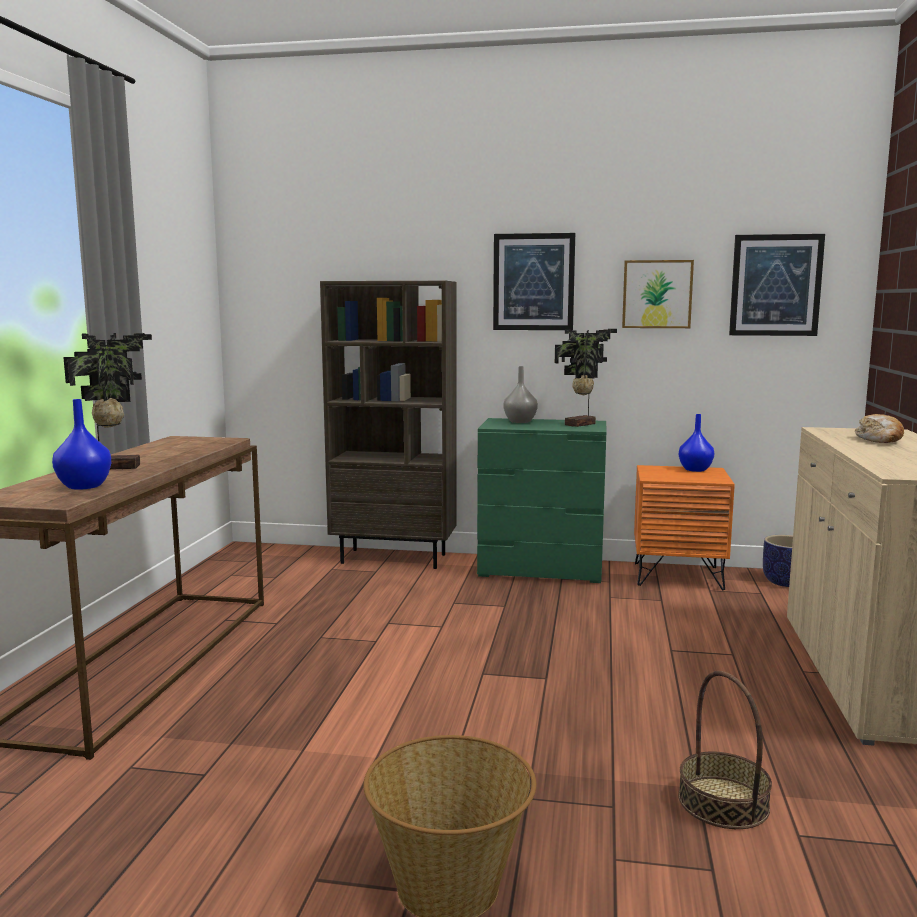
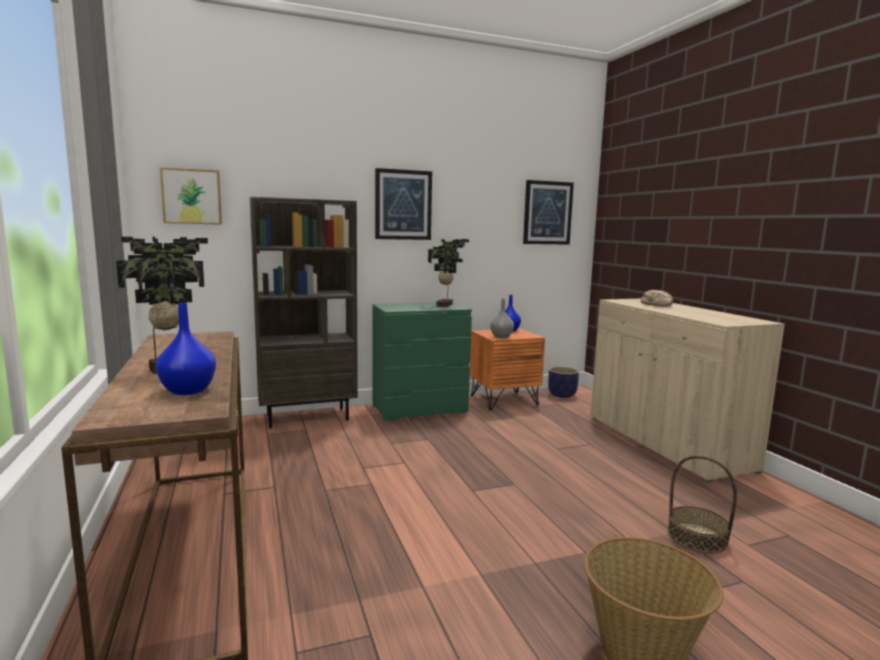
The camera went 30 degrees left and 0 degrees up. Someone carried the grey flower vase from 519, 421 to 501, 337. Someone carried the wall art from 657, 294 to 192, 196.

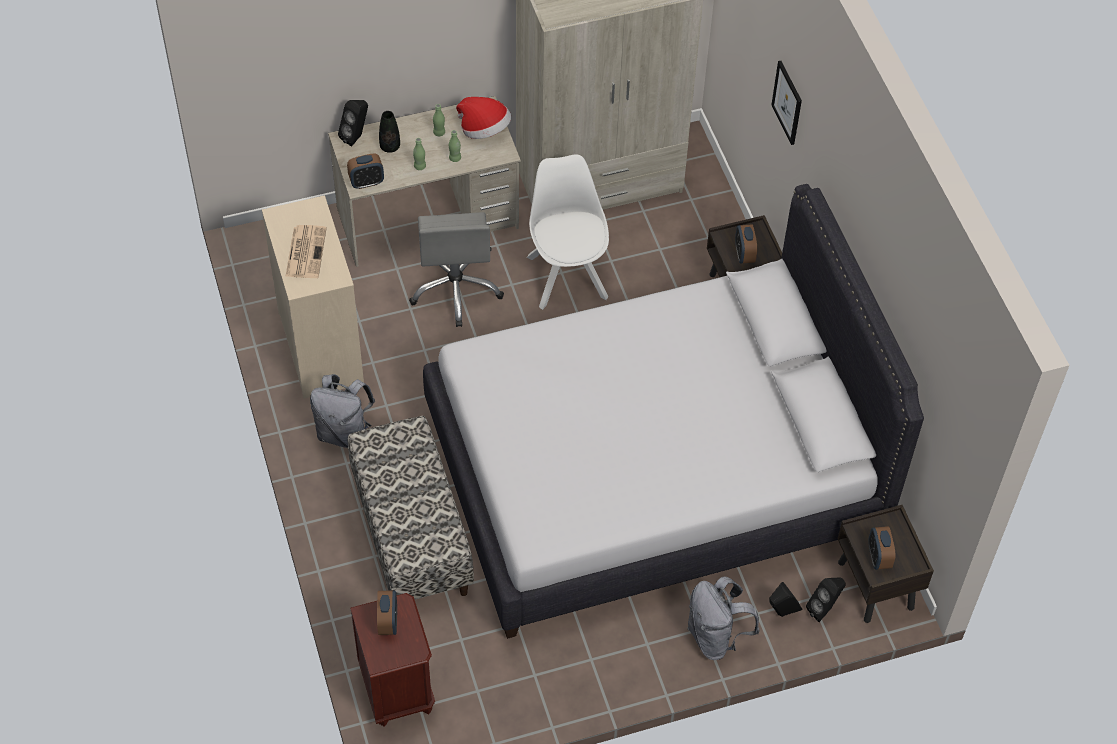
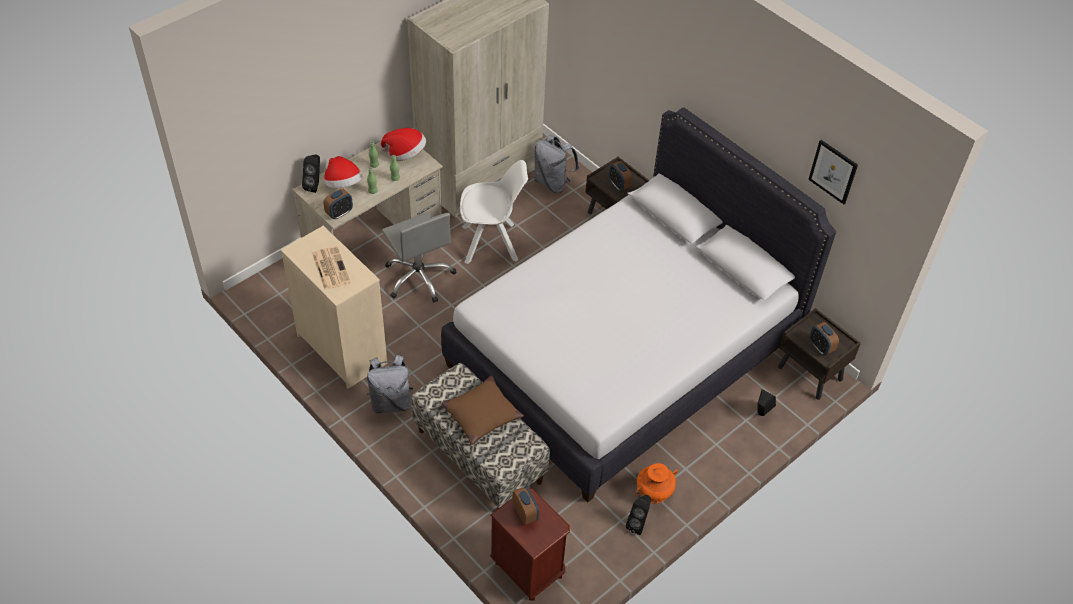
The camera went 25 degrees left and 5 degrees down. Someone swapped the blackish flower vase at 390, 147 for the wearable hat at 343, 185. Someone rotated the white upright chair at 566, 274 by 120 degrees clockwise. Someone carried the grey knapsack from 716, 637 to 553, 183. Someone carried the wall art from 787, 102 to 833, 171. Someone carried the blackish speaker from 824, 609 to 638, 523. Someone put down the brown-coloured cushion at 481, 414. Someone put down the orangey flower vase at 654, 492.

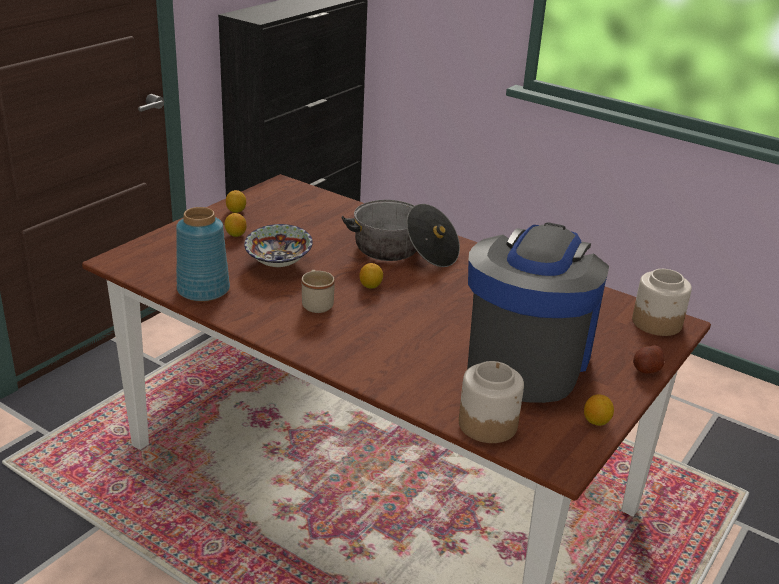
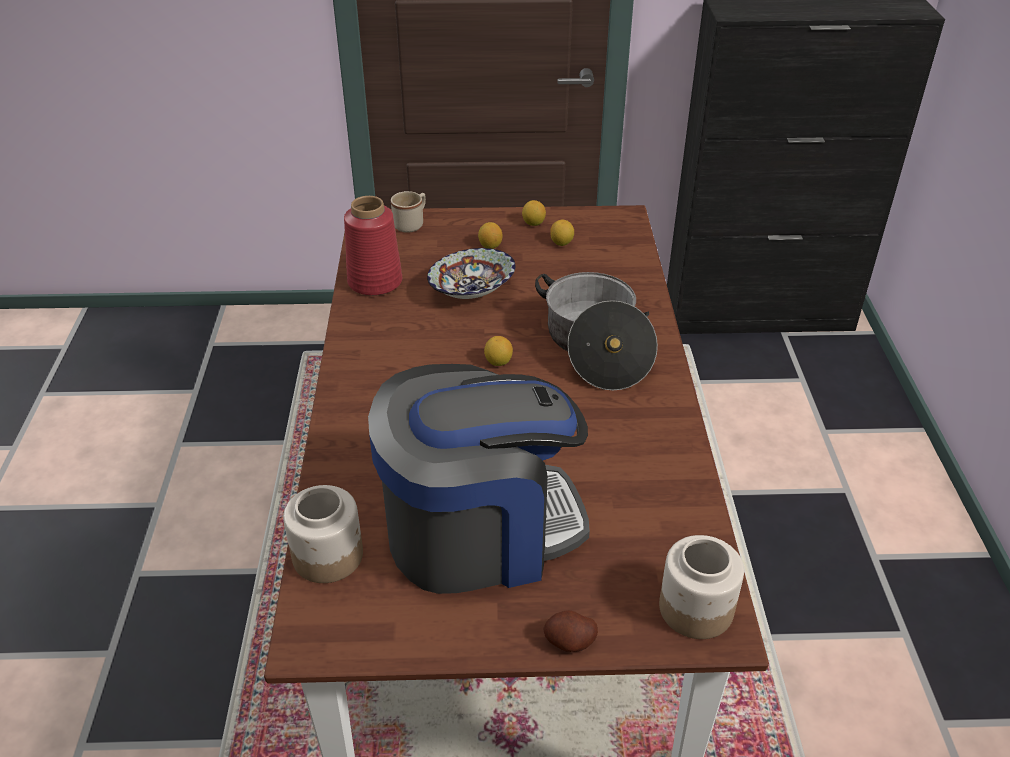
The camera went 55 degrees right and 10 degrees up. Someone repainted the blue-coloured flower vase at 203, 289, which became the red flower vase at 376, 281. Someone carried the beige-coloured coffee mug from 316, 303 to 411, 224. Someone carried the whole lemon from 596, 421 to 561, 243.

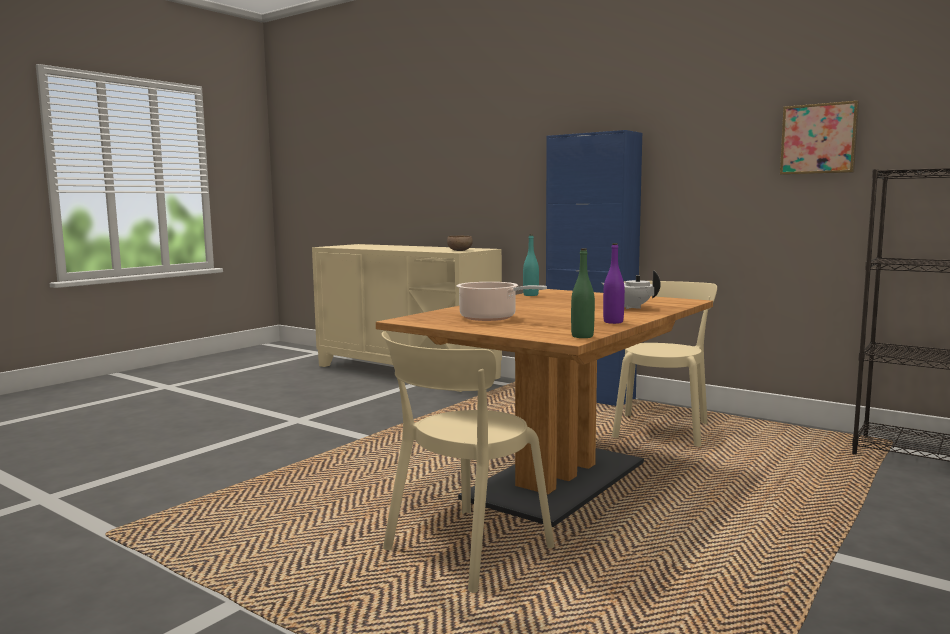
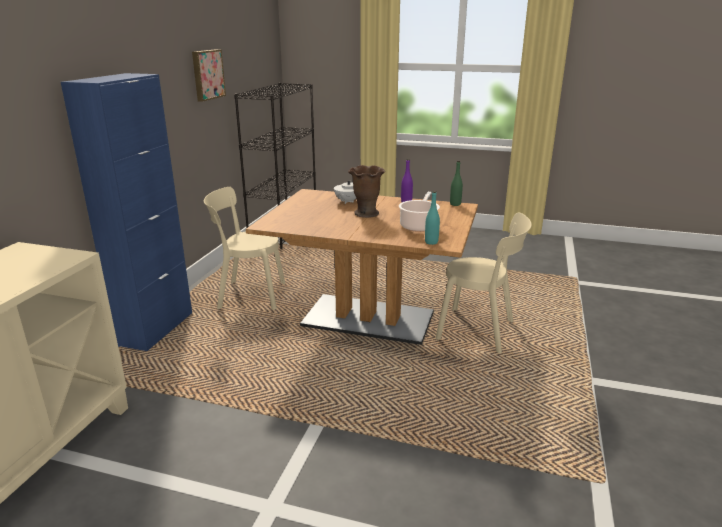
The camera went 110 degrees left and 15 degrees up. Someone took away the brown-coloured deep dish at 460, 251. Someone carried the blue-green beverage bottle from 530, 295 to 431, 242. Someone put down the brown-coloured flower vase at 366, 213.

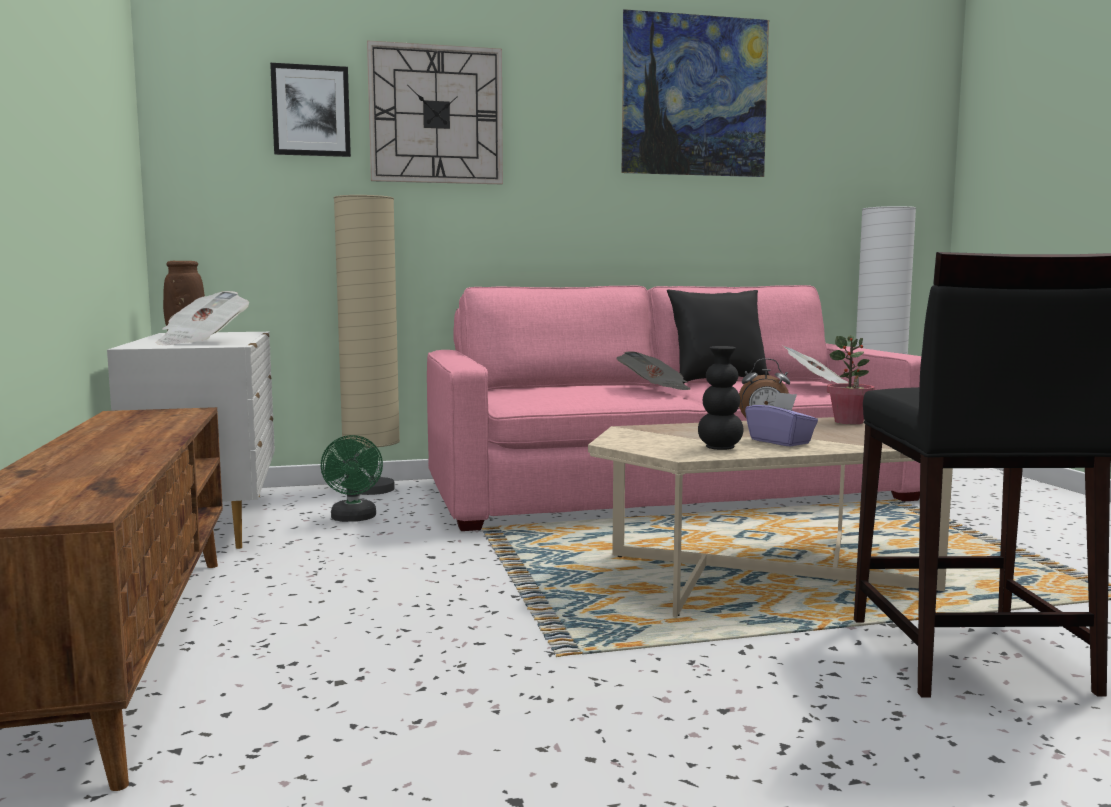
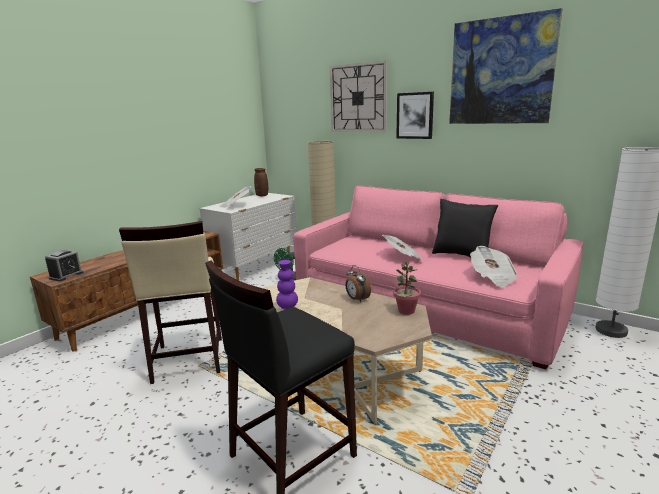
The camera went 50 degrees right and 10 degrees up. Someone carried the wall art from 311, 111 to 415, 115. Someone repainted the blackish flower vase at 720, 448, which became the purplish flower vase at 287, 307. Someone took away the purplish tissue holder at 780, 441. Someone put down the bedside clock at 66, 275. Someone put down the beige-coloured stool at 188, 360.

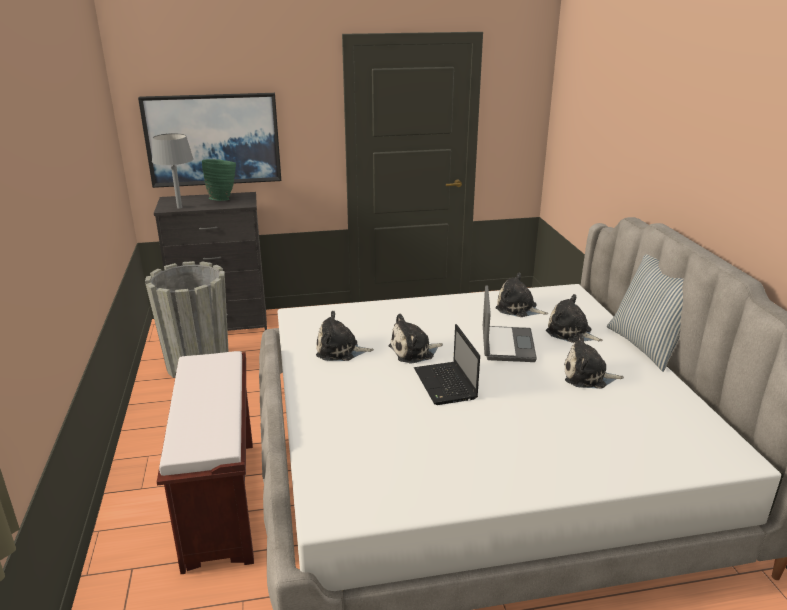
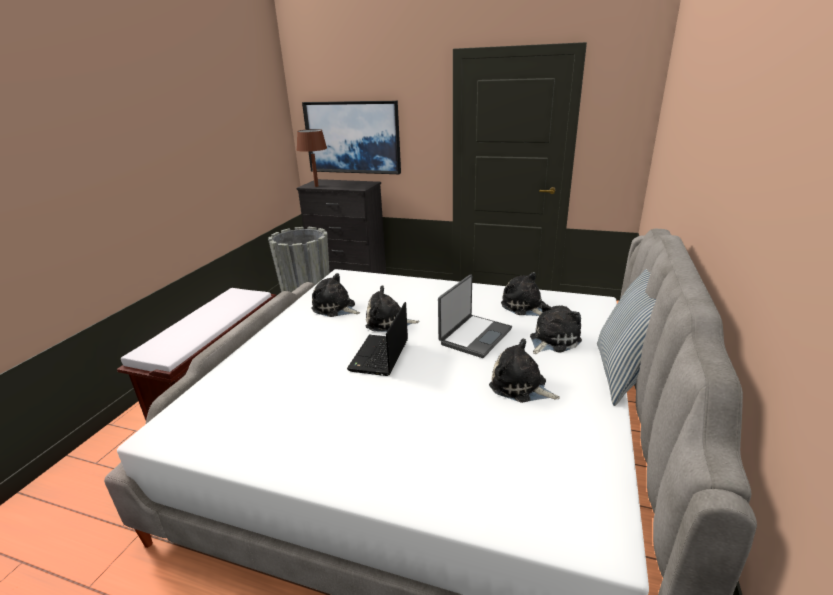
The camera went 30 degrees right and 0 degrees up. Someone repainted the grey tabletop lamp at 179, 207, which became the brown-coloured tabletop lamp at 316, 186. Someone took away the greenish flower vase at 223, 199. Someone rotated the cuddly toy at 571, 333 by 75 degrees clockwise.

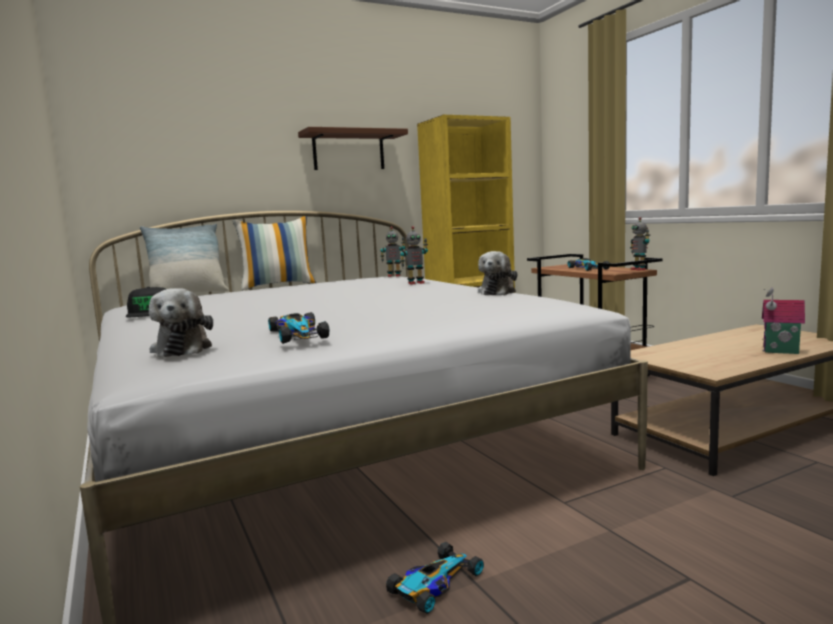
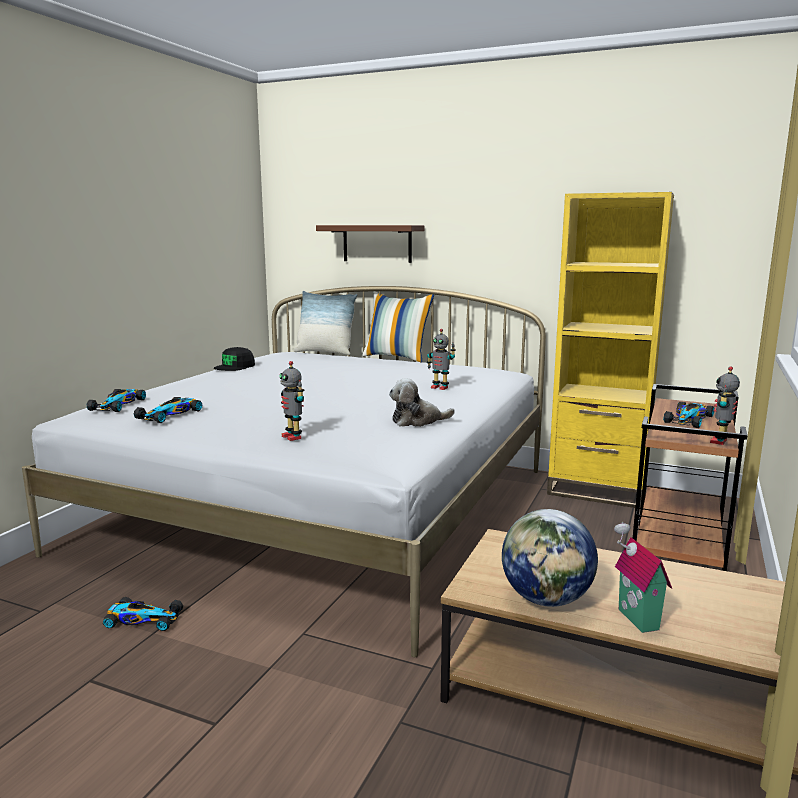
The camera went 50 degrees right and 5 degrees up. Someone swapped the cuddly toy at 183, 348 for the model car at 118, 405. Someone carried the brown-coloured shelf from 348, 151 to 377, 243. Someone carried the robot figure from 394, 276 to 293, 437. Someone put down the world globe at 546, 599.

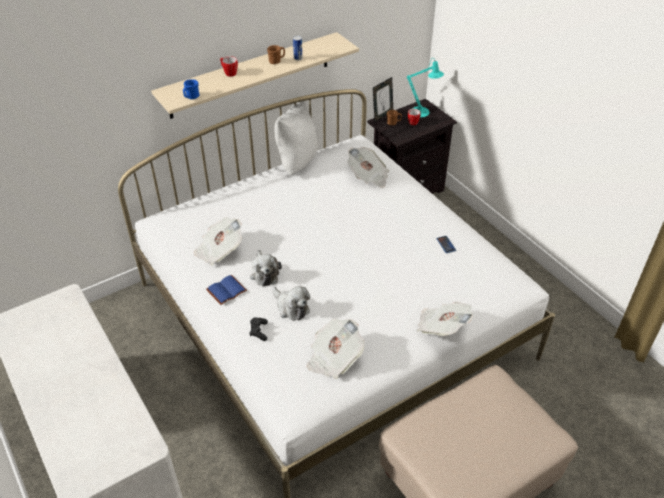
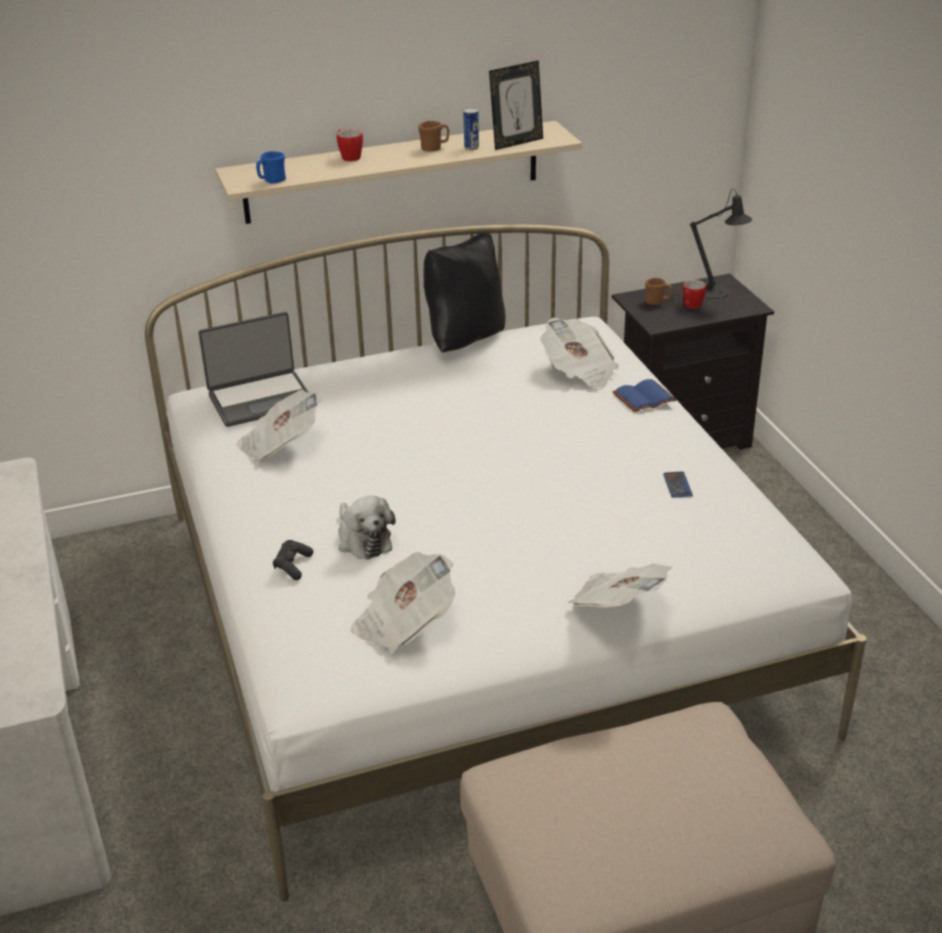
The camera went 15 degrees right and 10 degrees down. Someone carried the blue-coloured book from 226, 290 to 644, 397. Someone took away the cuddly toy at 264, 273. Someone repainted the white cushion at 296, 162, which became the blackish cushion at 464, 339. Someone carried the standing frame from 382, 116 to 516, 142. Someone repainted the blue-green tabletop lamp at 422, 112, which became the blackish tabletop lamp at 716, 292. Someone put down the notebook computer at 260, 399.

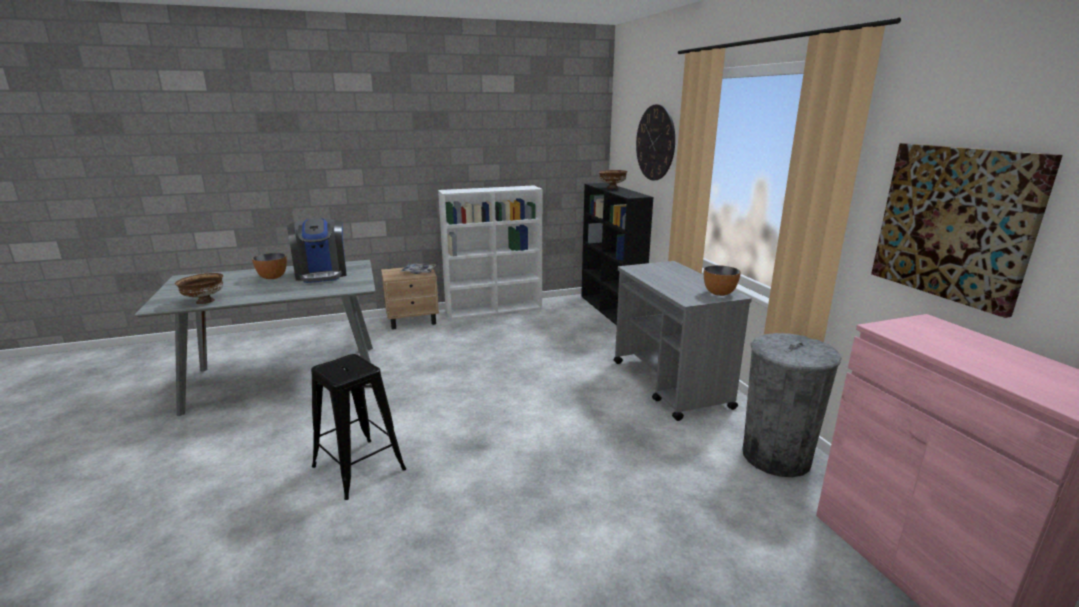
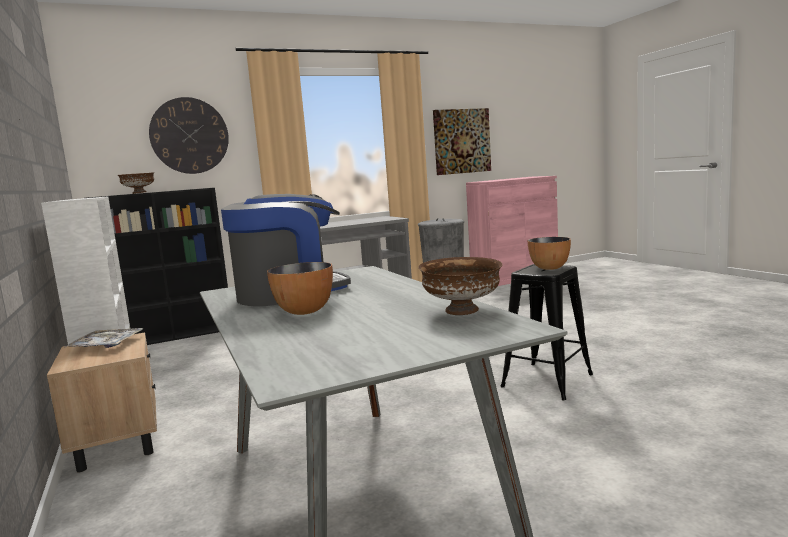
The camera went 95 degrees left and 10 degrees down. Someone carried the deep dish from 719, 293 to 549, 268.

